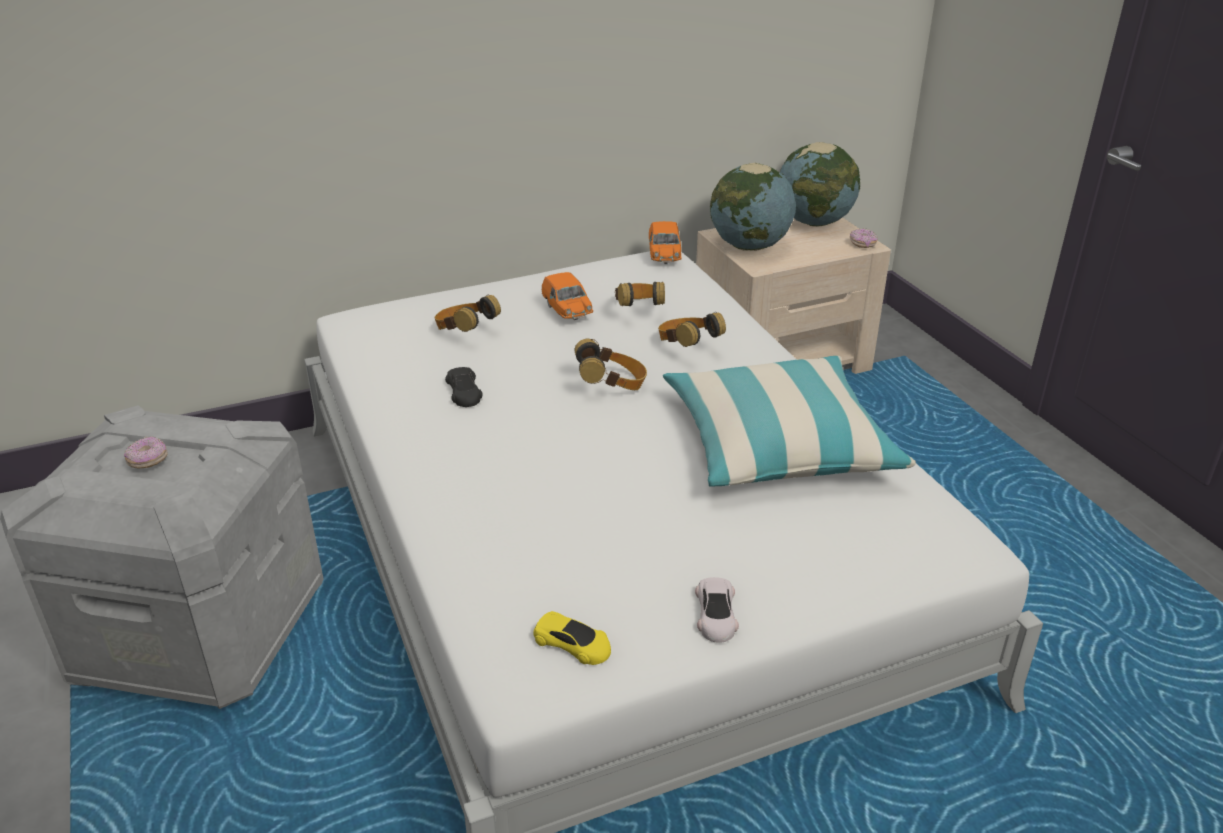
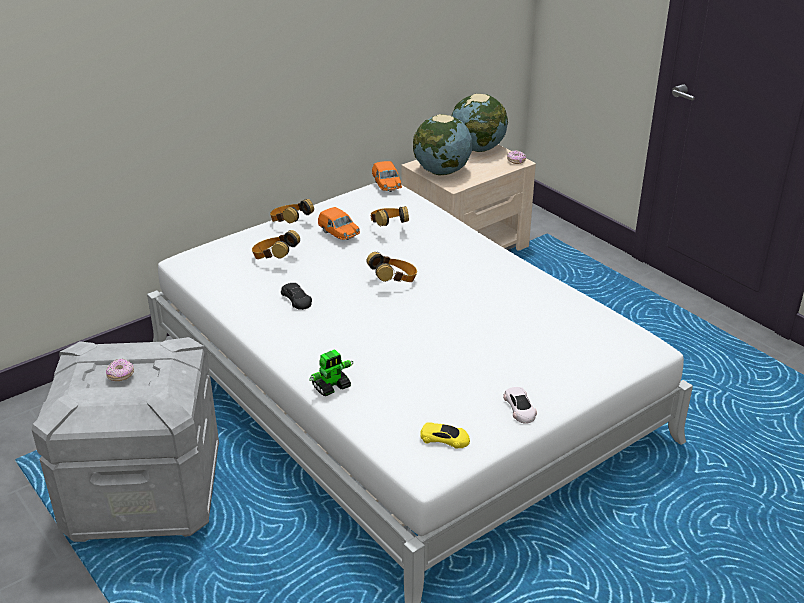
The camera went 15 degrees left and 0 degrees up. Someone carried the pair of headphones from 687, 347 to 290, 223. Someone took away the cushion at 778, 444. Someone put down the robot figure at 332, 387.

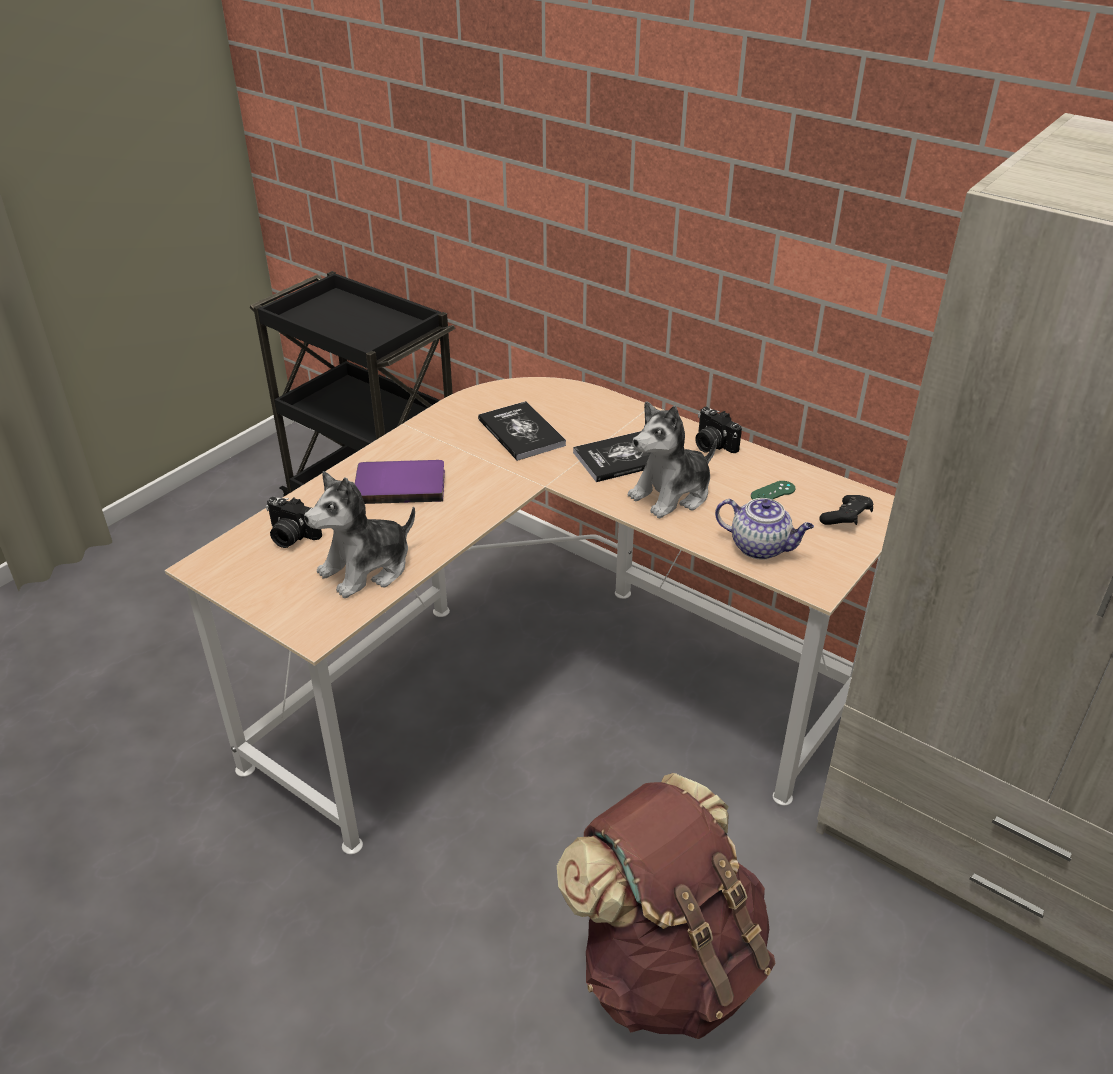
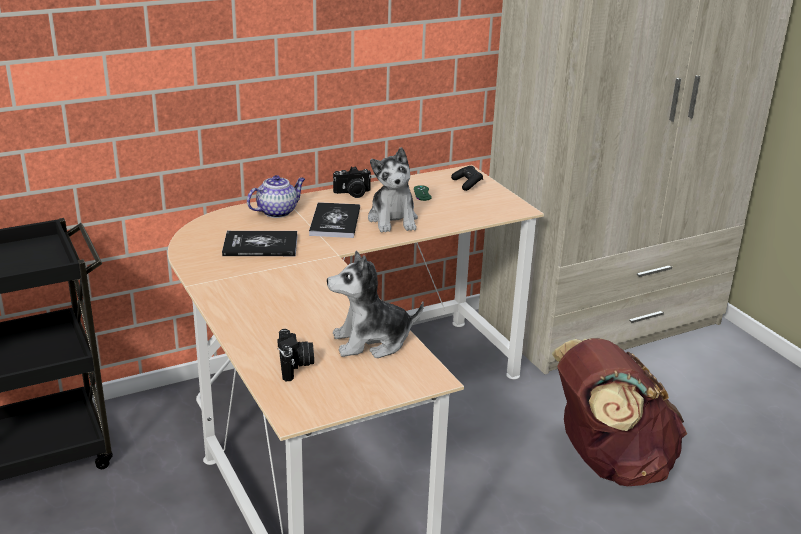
The camera went 65 degrees left and 10 degrees down. Someone rotated the photo camera at 291, 536 by 60 degrees counterclockwise. Someone rotated the cuddly toy at 367, 569 by 90 degrees clockwise. Someone took away the purplish book at 400, 484. Someone carried the pot for tea from 761, 547 to 277, 212.

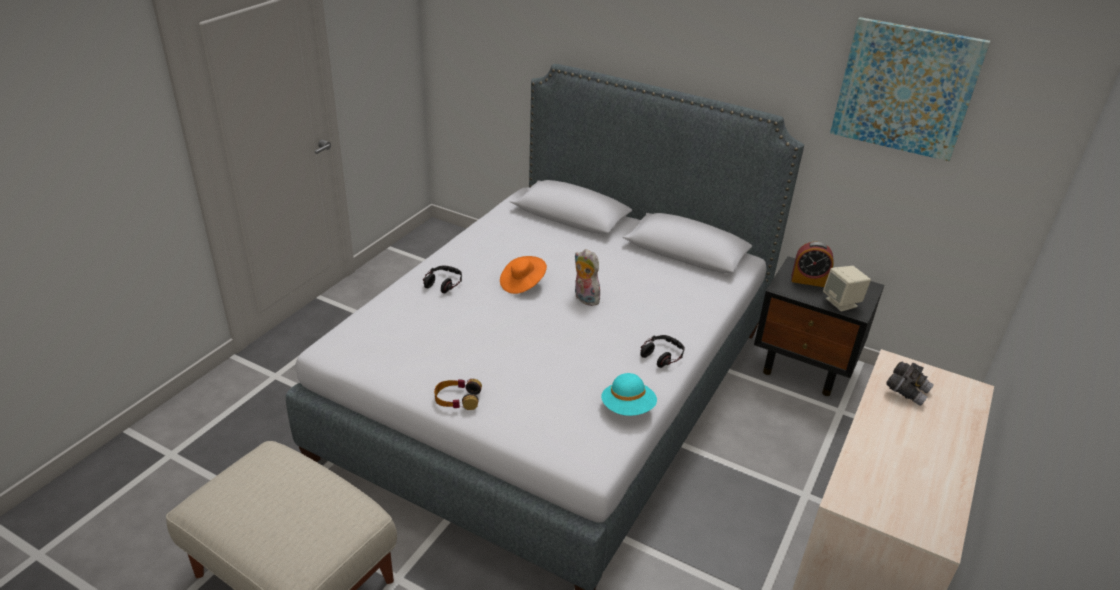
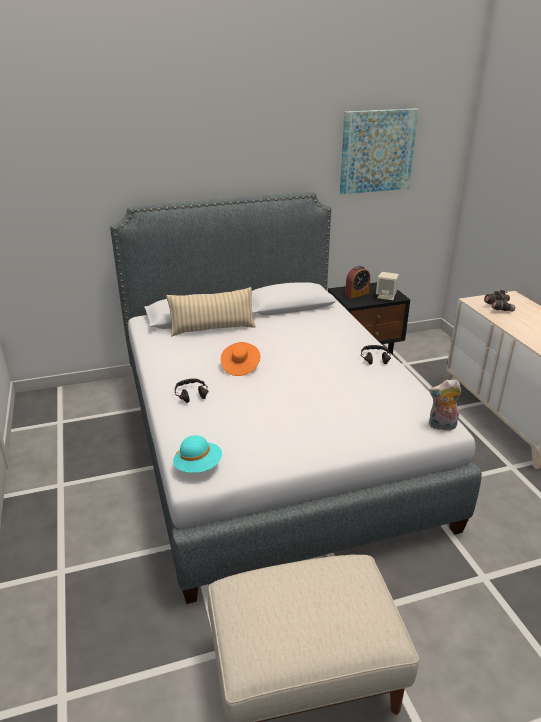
The camera went 45 degrees left and 5 degrees down. Someone took away the pair of headphones at 457, 399. Someone carried the cuddly toy from 584, 298 to 442, 426. Someone carried the blue-green wearable hat from 628, 408 to 198, 466. Someone put down the beige-coloured cushion at 212, 329.

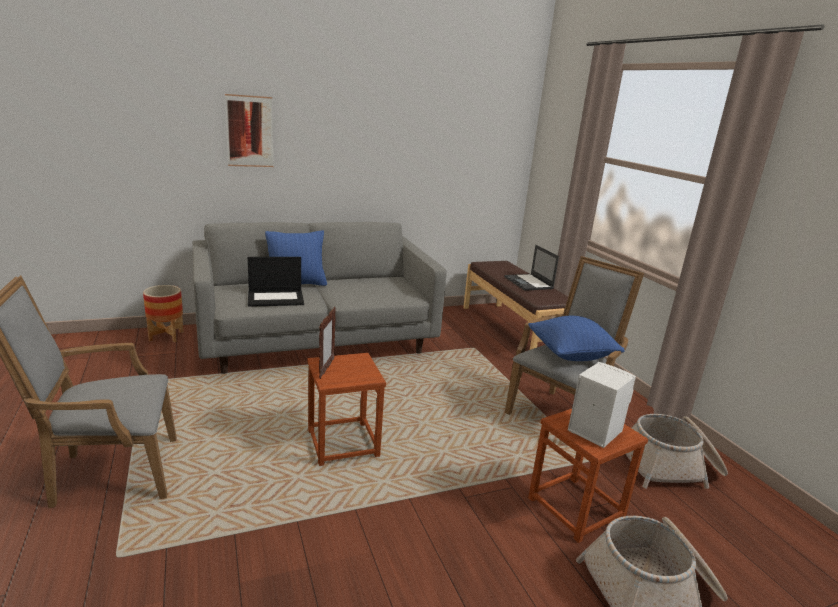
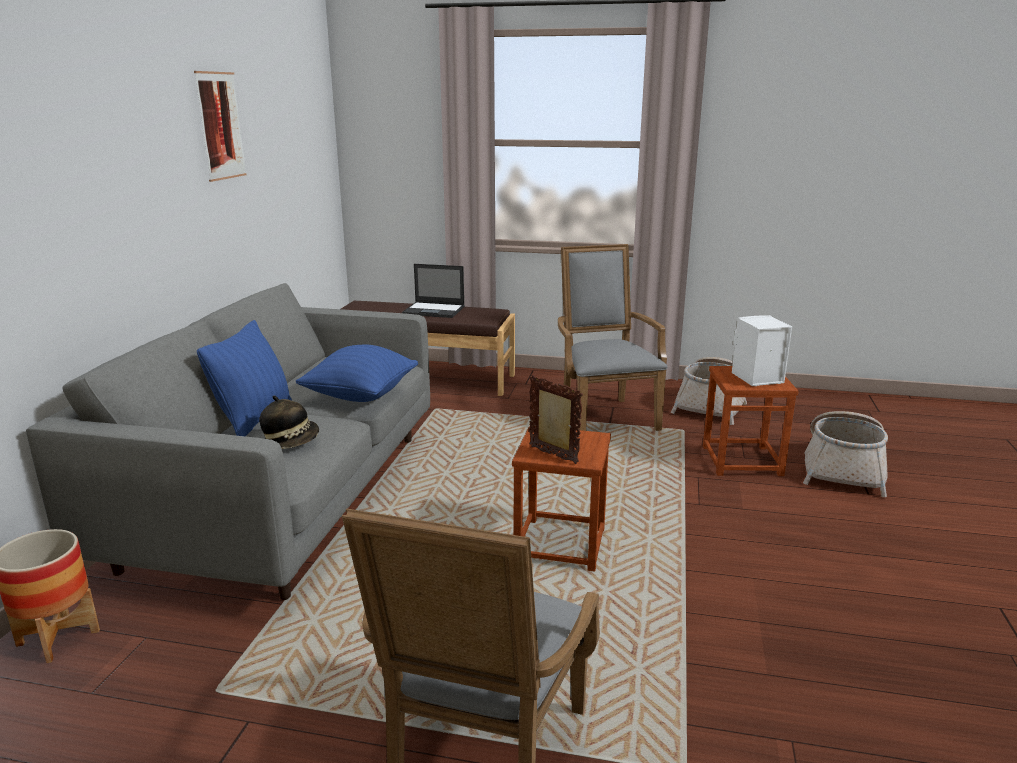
The camera went 55 degrees left and 0 degrees up. Someone carried the wall art from 249, 131 to 220, 126. Someone swapped the notebook computer at 276, 298 for the wearable hat at 291, 442. Someone carried the blue-coloured cushion from 571, 355 to 360, 396.

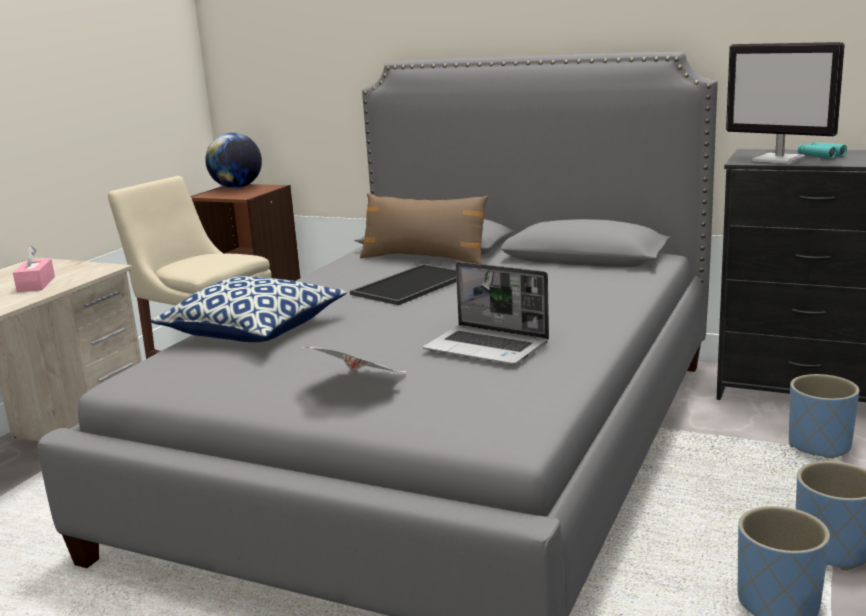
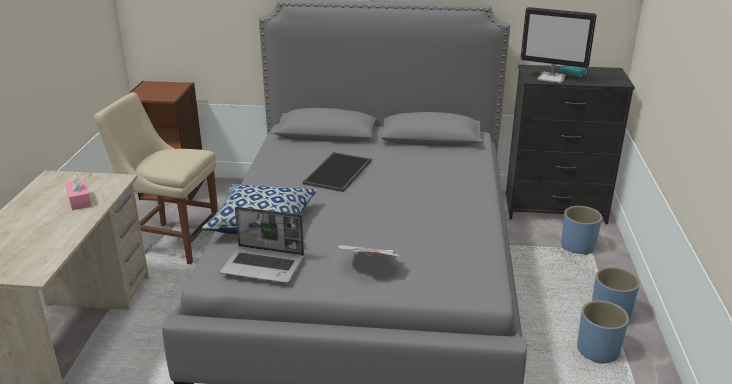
The camera went 20 degrees left and 10 degrees up. Someone took away the world globe at 237, 187. Someone took away the brown-coloured cushion at 424, 259. Someone carried the notebook computer from 488, 347 to 264, 265.

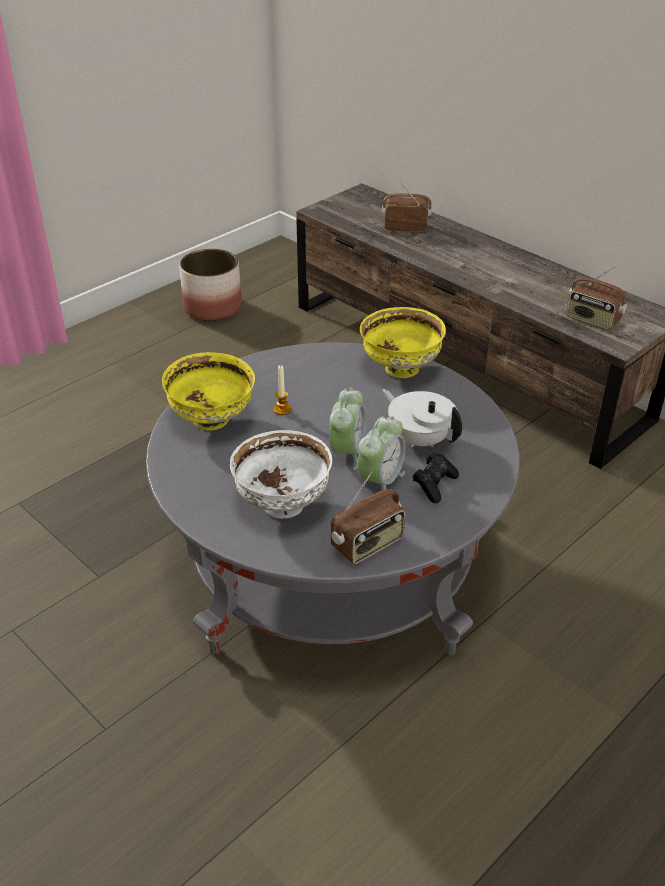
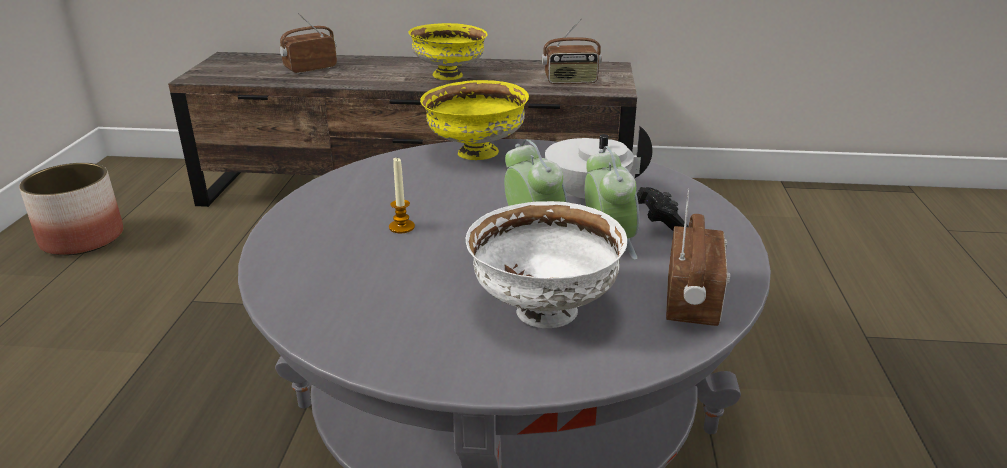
The camera went 40 degrees left and 10 degrees down. Someone carried the yellowish deep dish from 213, 420 to 449, 75.

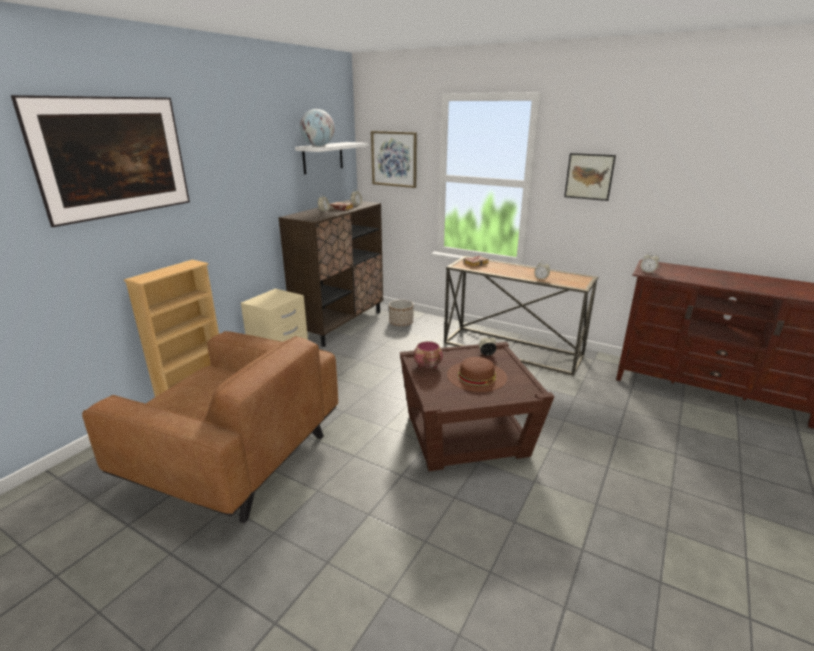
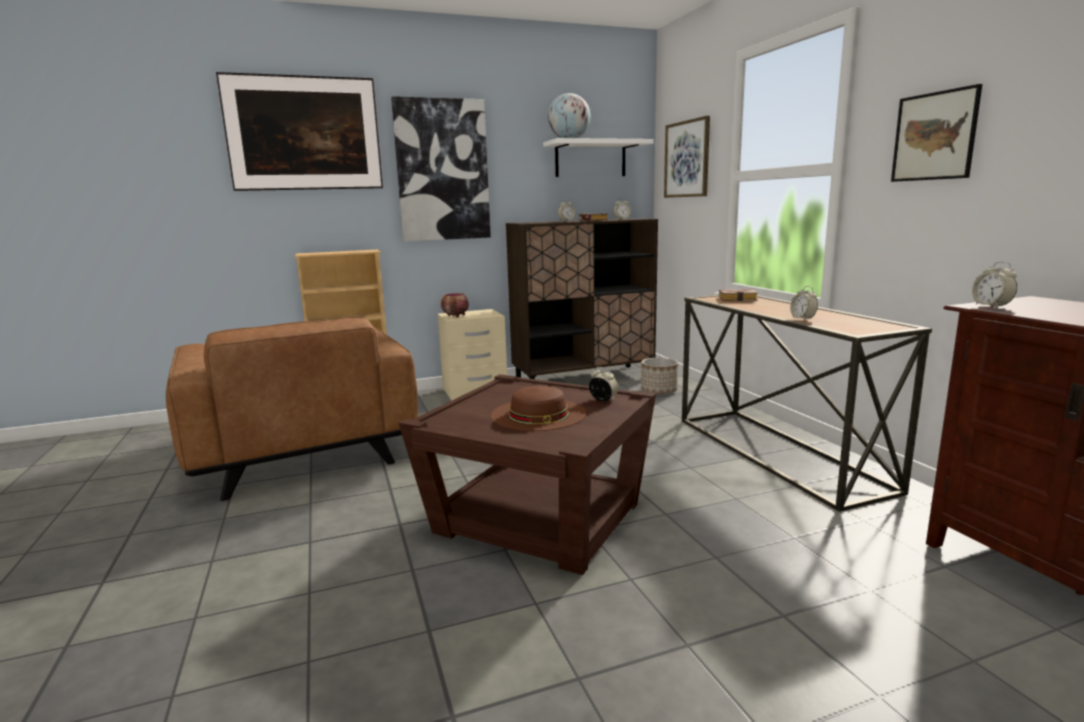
The camera went 40 degrees right and 10 degrees down. Someone carried the deep dish from 428, 366 to 455, 316. Someone put up the wall art at 442, 170.

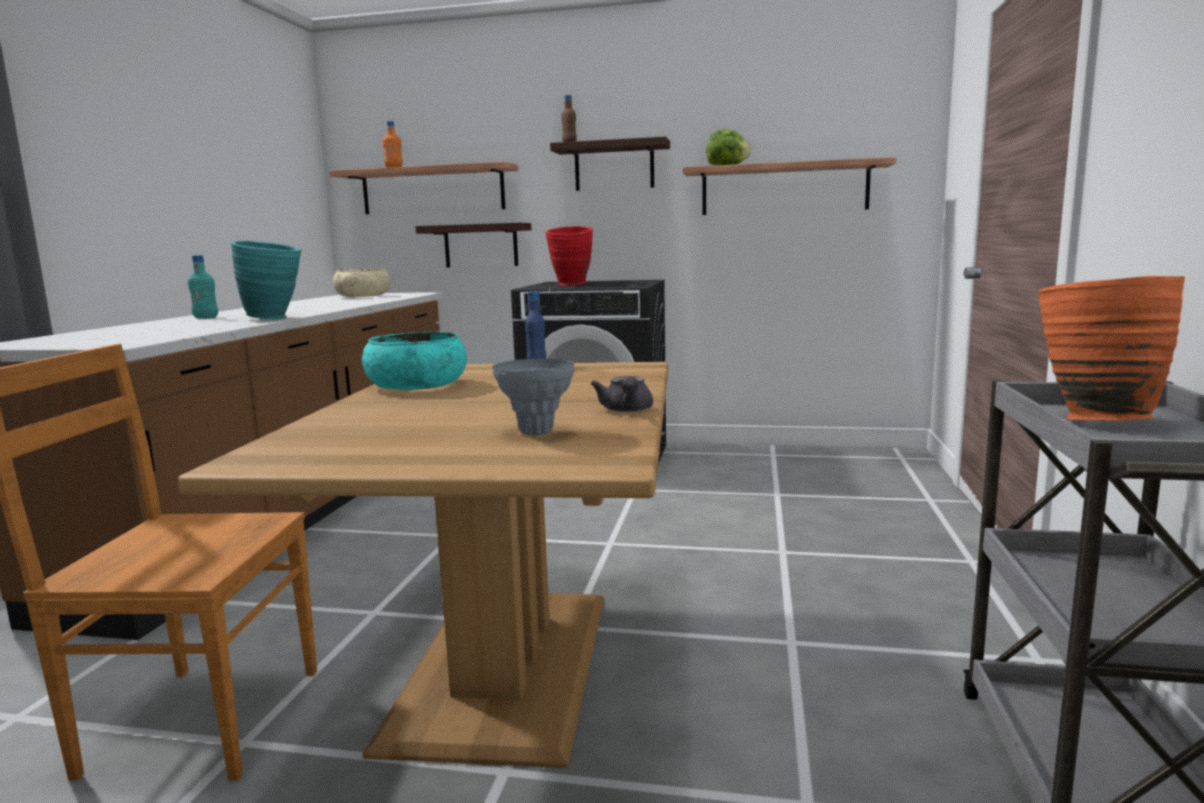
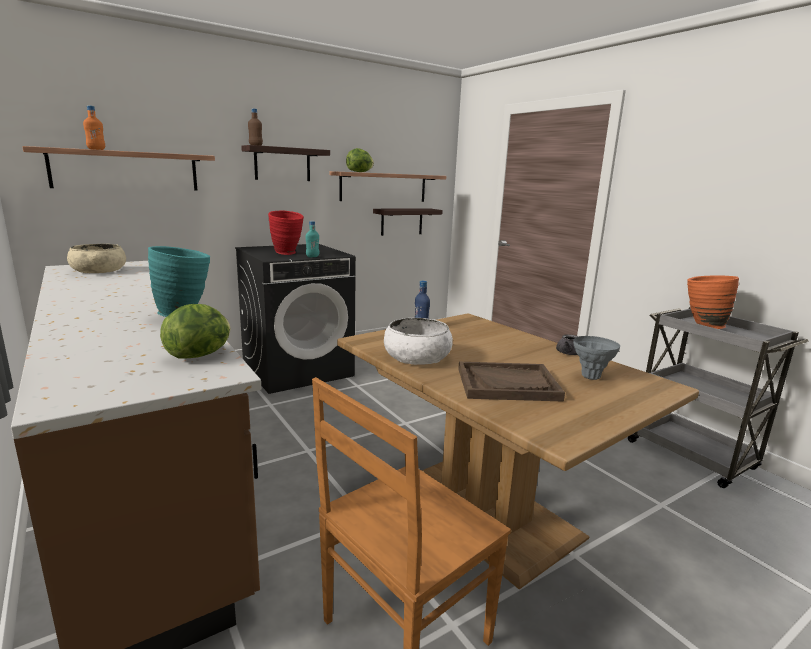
The camera went 45 degrees left and 5 degrees up. Someone carried the blue-green beverage bottle from 206, 318 to 312, 256. Someone repainted the blue-green deep dish at 417, 385, which became the white deep dish at 417, 357. Someone carried the shelf from 481, 245 to 401, 221. Someone put down the head of lettuce at 200, 355. Someone put down the brown-coloured serving tray at 507, 384.

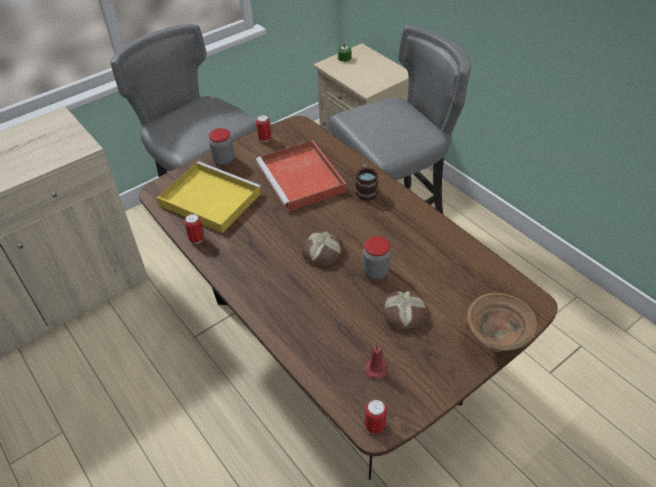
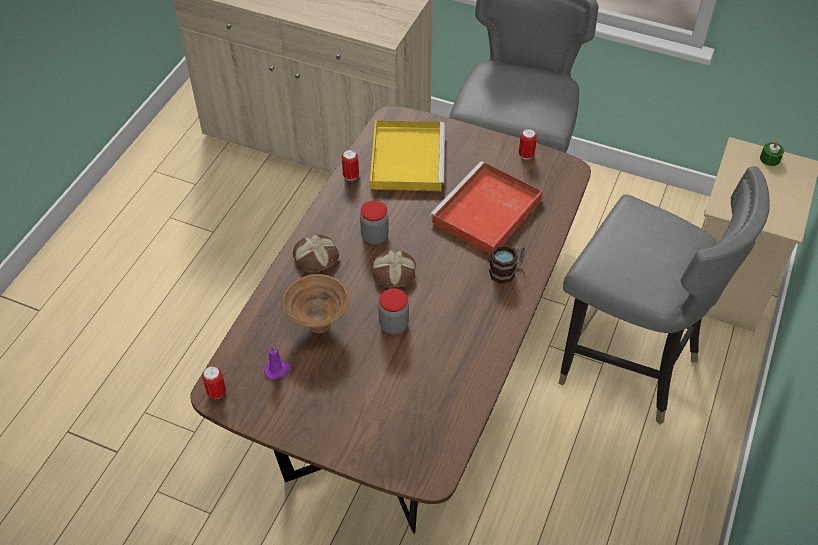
The camera went 60 degrees right and 5 degrees up. Someone carried the storage jar from 224, 160 to 374, 236. Someone repainted the red wax light at 376, 367, which became the purplish wax light at 278, 370. Someone carried the bread from 405, 313 to 316, 258. Someone carried the brown-coloured deep dish from 495, 345 to 317, 325.

